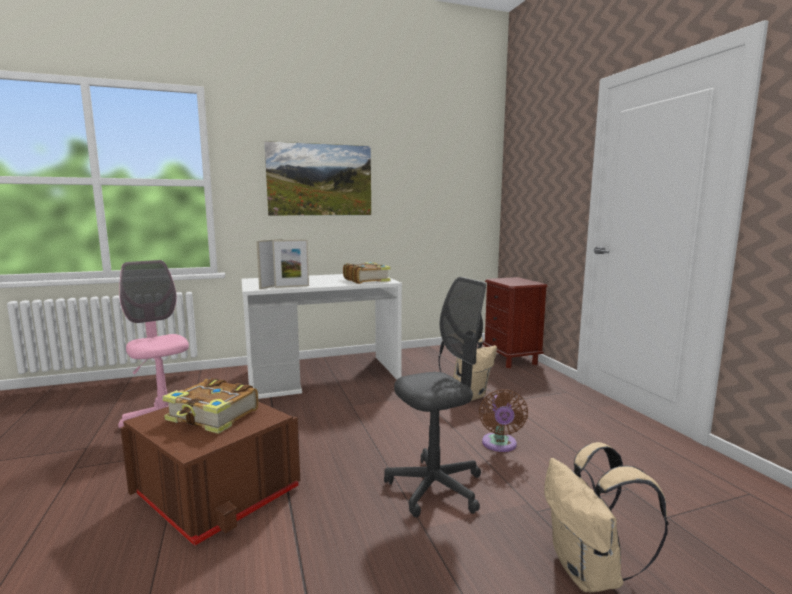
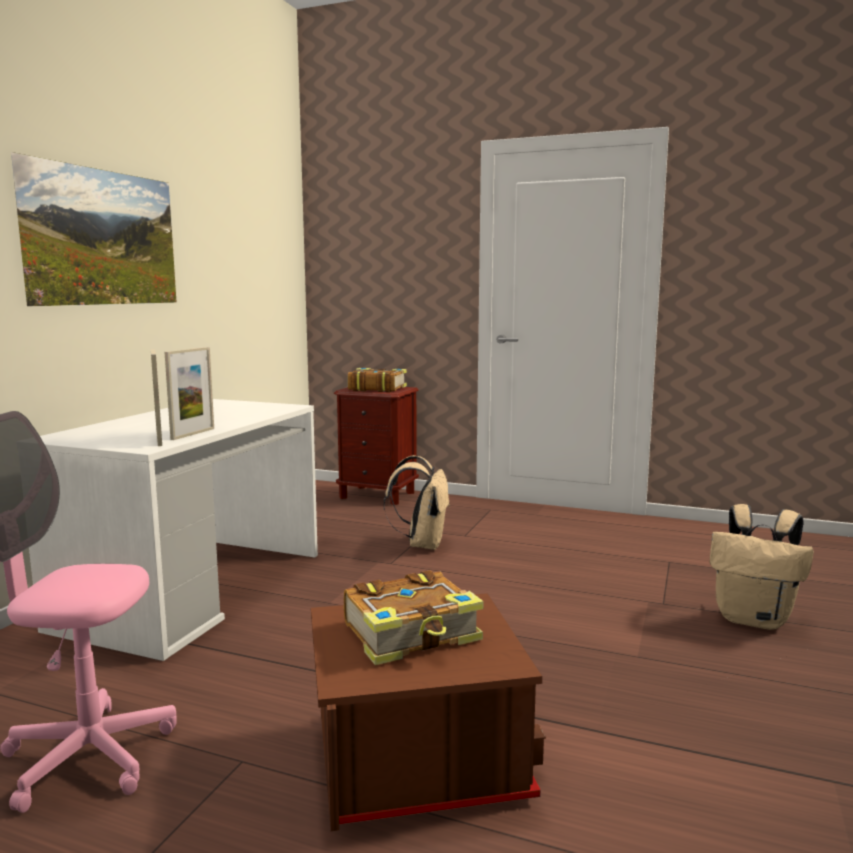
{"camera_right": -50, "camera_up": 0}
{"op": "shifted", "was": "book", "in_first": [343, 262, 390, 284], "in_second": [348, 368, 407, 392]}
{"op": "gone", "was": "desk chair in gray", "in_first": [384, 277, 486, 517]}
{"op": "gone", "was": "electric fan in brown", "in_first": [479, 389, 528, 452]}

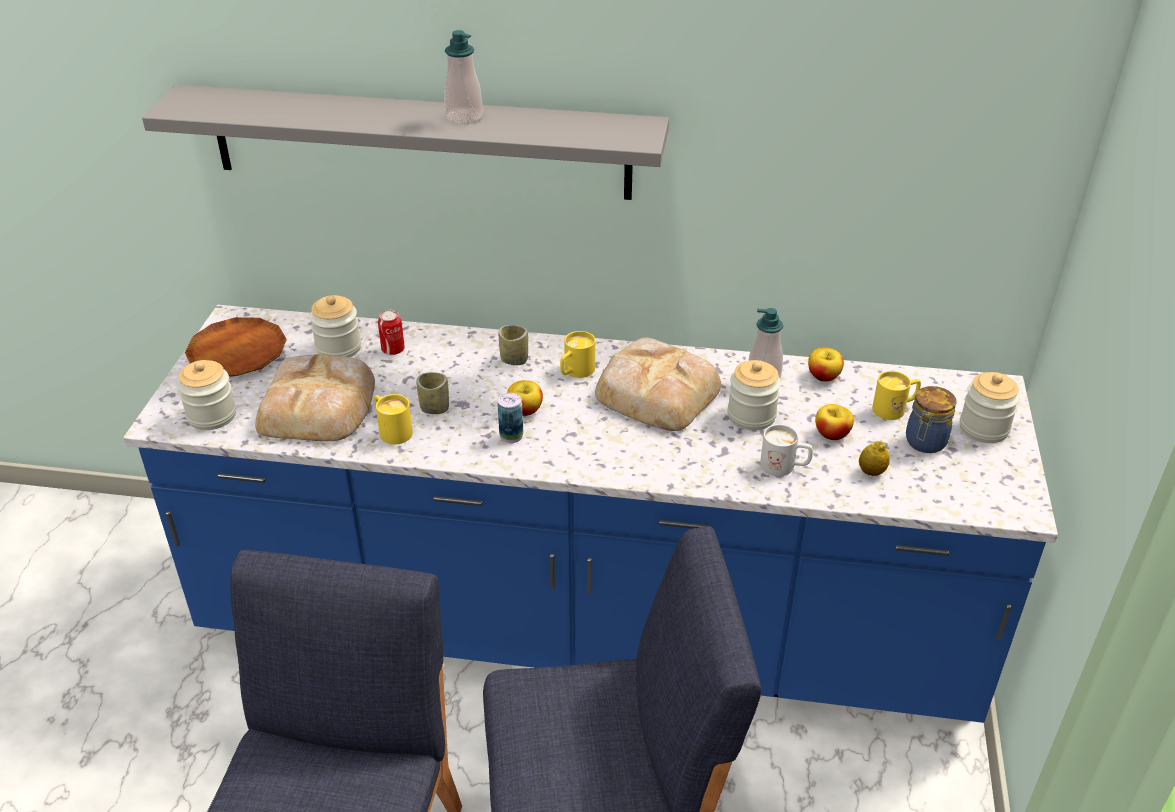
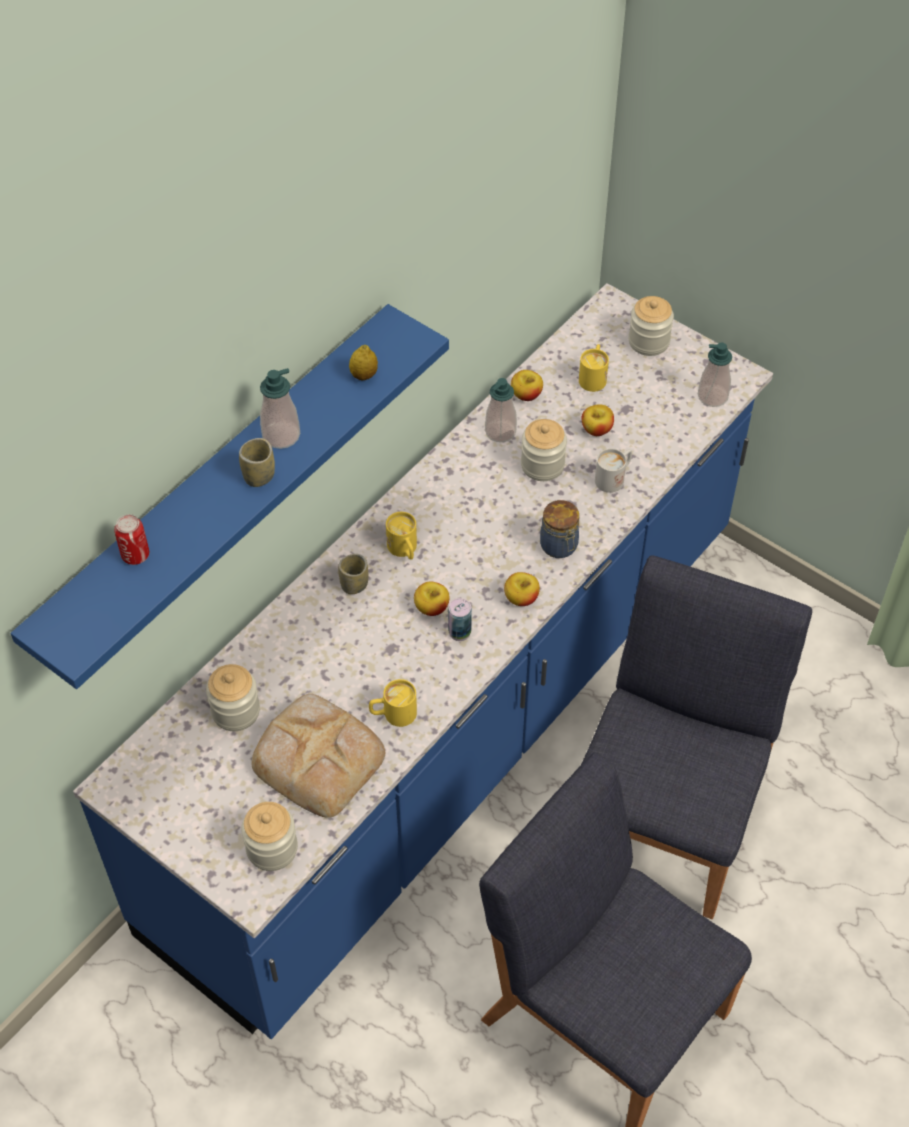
{"camera_right": -60, "camera_up": 15}
{"op": "repainted", "was": "wall shelf in gray", "now": "wall shelf in blue", "in_first": [142, 85, 669, 200], "in_second": [11, 304, 449, 689]}
{"op": "shifted", "was": "metal can", "in_first": [378, 310, 405, 355], "in_second": [114, 514, 150, 565]}
{"op": "shifted", "was": "cup", "in_first": [416, 372, 449, 414], "in_second": [239, 438, 275, 487]}
{"op": "shifted", "was": "lemon", "in_first": [859, 441, 889, 476], "in_second": [349, 345, 378, 380]}
{"op": "new", "now": "whole apple", "in_second": [504, 572, 540, 606]}
{"op": "shifted", "was": "preserve jar", "in_first": [906, 386, 957, 453], "in_second": [540, 500, 579, 558]}
{"op": "new", "now": "soap bottle", "in_second": [698, 343, 732, 407]}
{"op": "gone", "was": "dinner plate in brown", "in_first": [185, 317, 287, 376]}
{"op": "gone", "was": "bakery bread", "in_first": [595, 338, 721, 431]}

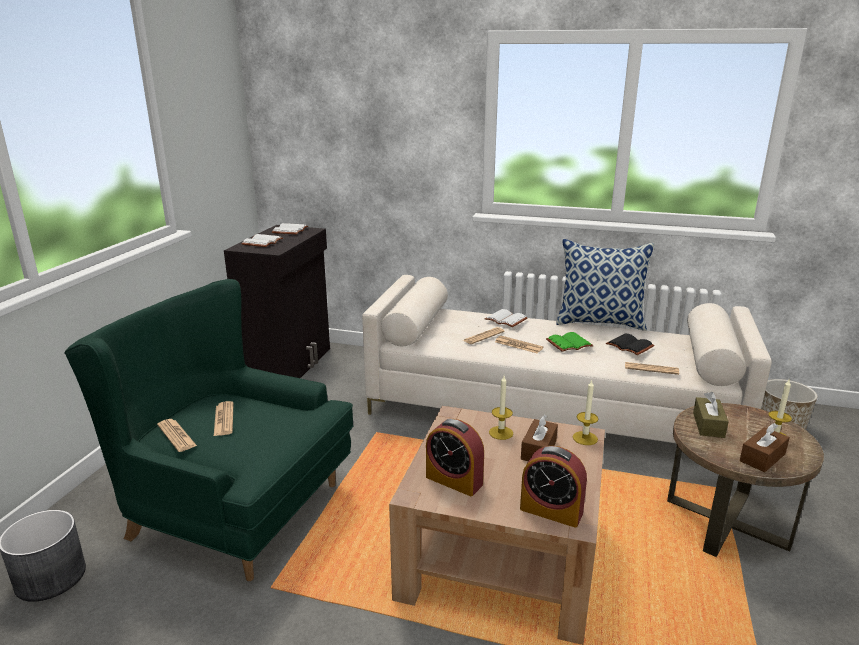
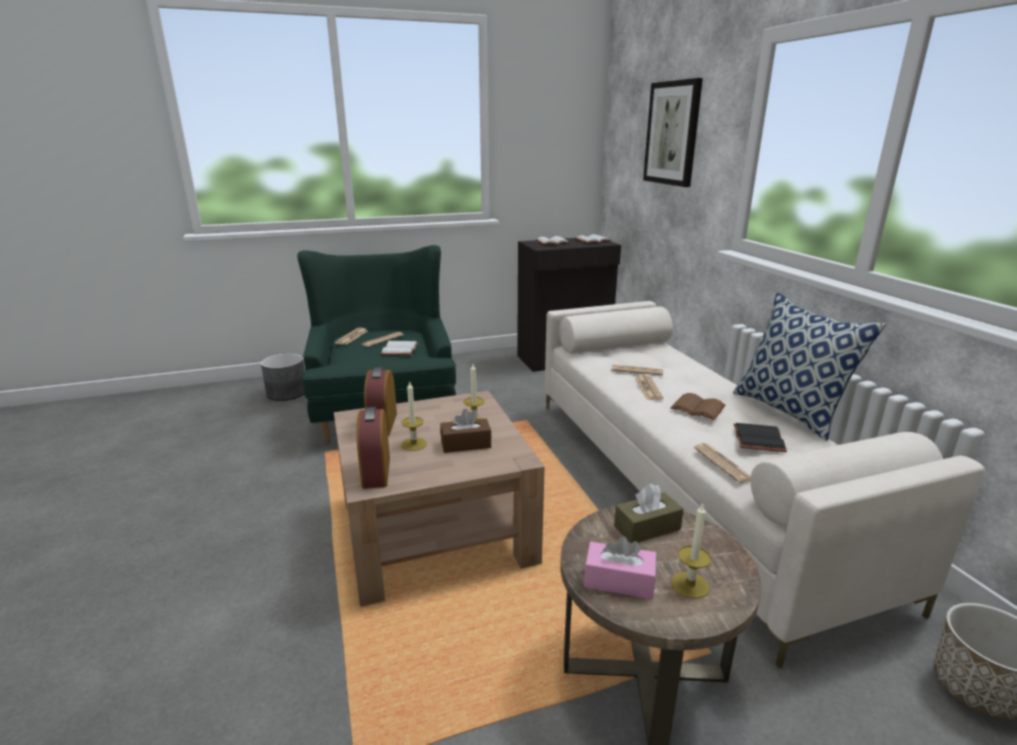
{"camera_right": 55, "camera_up": 0}
{"op": "shifted", "was": "book in white", "in_first": [485, 309, 527, 327], "in_second": [381, 341, 418, 356]}
{"op": "shifted", "was": "wax candle", "in_first": [573, 379, 598, 445], "in_second": [401, 381, 427, 451]}
{"op": "repainted", "was": "tissue box in brown", "now": "tissue box in pink", "in_first": [740, 423, 790, 472], "in_second": [584, 536, 656, 599]}
{"op": "new", "now": "wall picture", "in_second": [643, 78, 703, 187]}
{"op": "repainted", "was": "book in green", "now": "book in brown", "in_first": [546, 332, 594, 352], "in_second": [670, 393, 726, 420]}

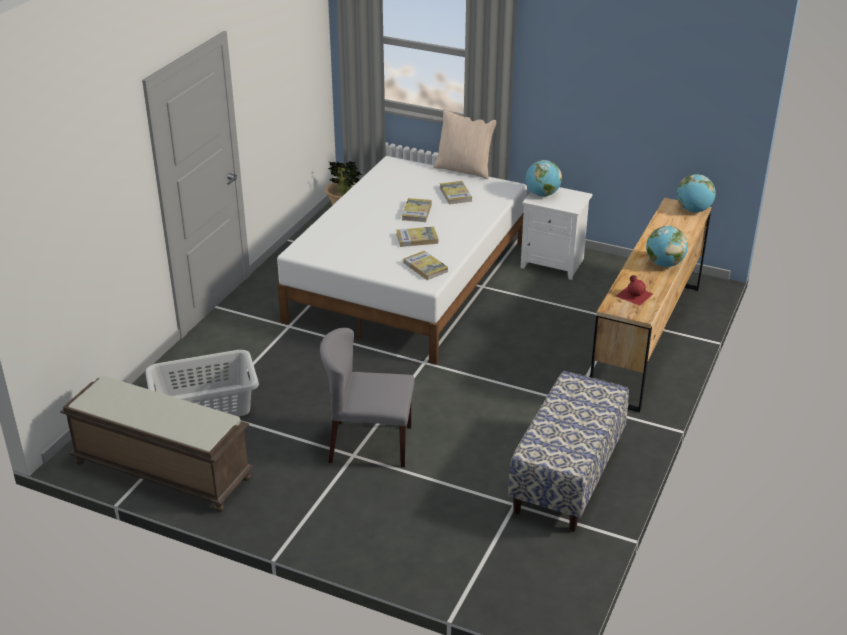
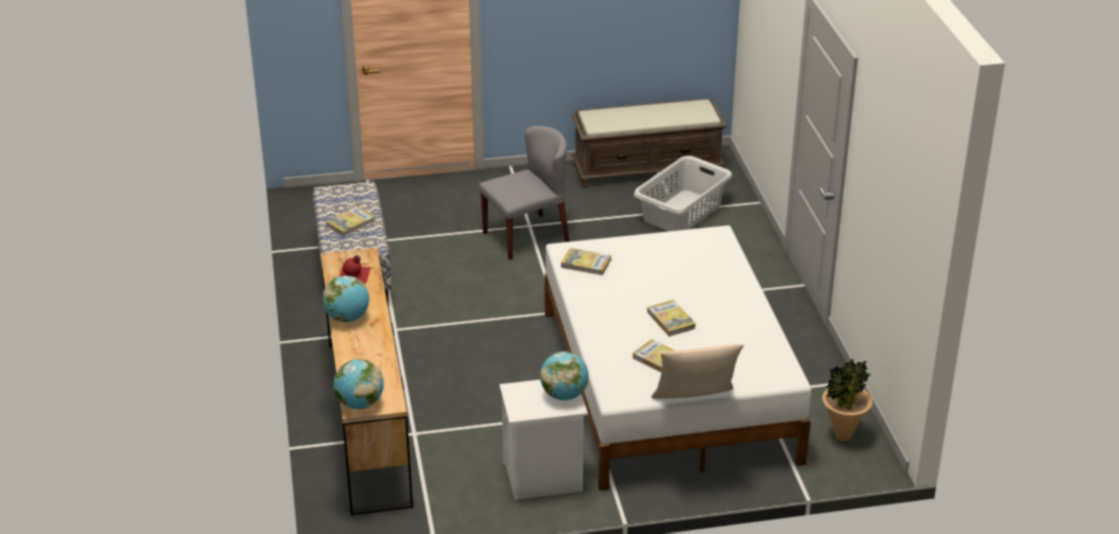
{"camera_right": 145, "camera_up": 0}
{"op": "shifted", "was": "book", "in_first": [396, 227, 438, 247], "in_second": [326, 206, 375, 237]}

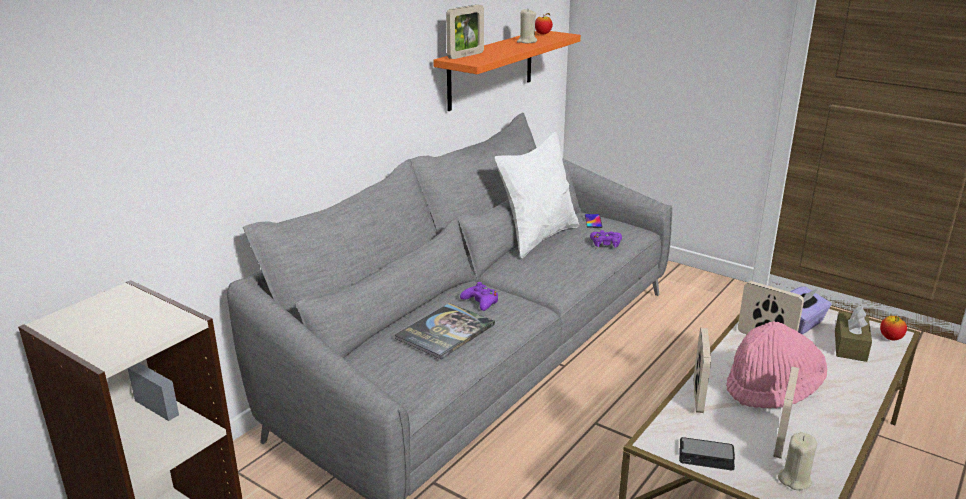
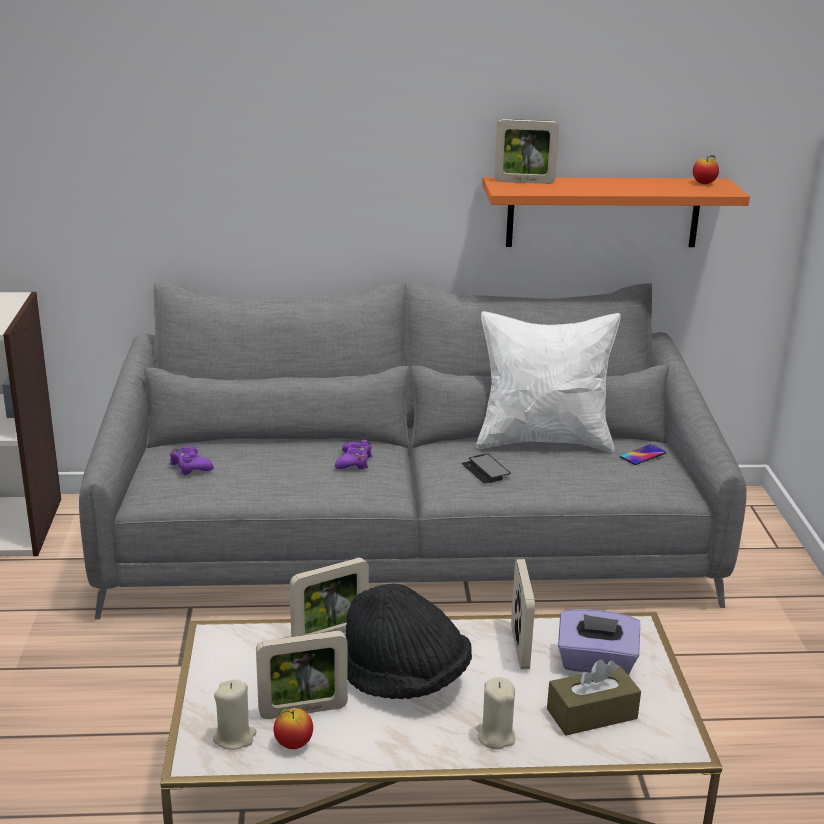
{"camera_right": 50, "camera_up": 0}
{"op": "shifted", "was": "joypad in purplish", "in_first": [590, 230, 622, 248], "in_second": [170, 446, 214, 475]}
{"op": "shifted", "was": "whole apple", "in_first": [880, 316, 907, 340], "in_second": [273, 708, 313, 749]}
{"op": "repainted", "was": "clothing hat in pink", "now": "clothing hat in blackish", "in_first": [726, 321, 827, 408], "in_second": [346, 583, 472, 699]}
{"op": "shifted", "was": "phone", "in_first": [679, 437, 735, 470], "in_second": [462, 454, 511, 484]}
{"op": "shifted", "was": "wax candle in beige-coloured", "in_first": [517, 9, 537, 43], "in_second": [476, 677, 515, 749]}
{"op": "gone", "was": "book", "in_first": [394, 303, 495, 359]}

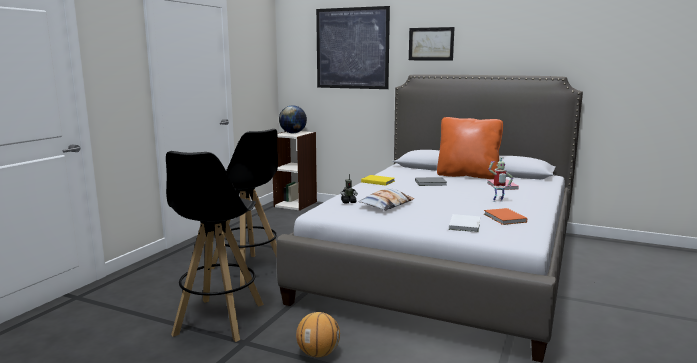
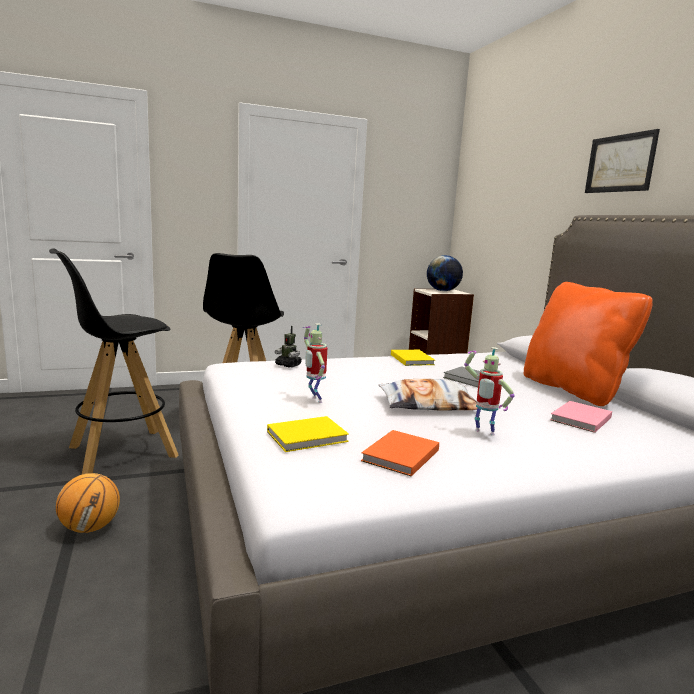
{"camera_right": 45, "camera_up": 0}
{"op": "repainted", "was": "book in white", "now": "book in yellowish", "in_first": [449, 214, 480, 232], "in_second": [267, 416, 349, 452]}
{"op": "new", "now": "toy robot", "in_second": [303, 323, 327, 403]}
{"op": "shifted", "was": "throw pillow", "in_first": [358, 188, 414, 211], "in_second": [378, 379, 477, 411]}
{"op": "gone", "was": "wall picture", "in_first": [316, 6, 390, 89]}

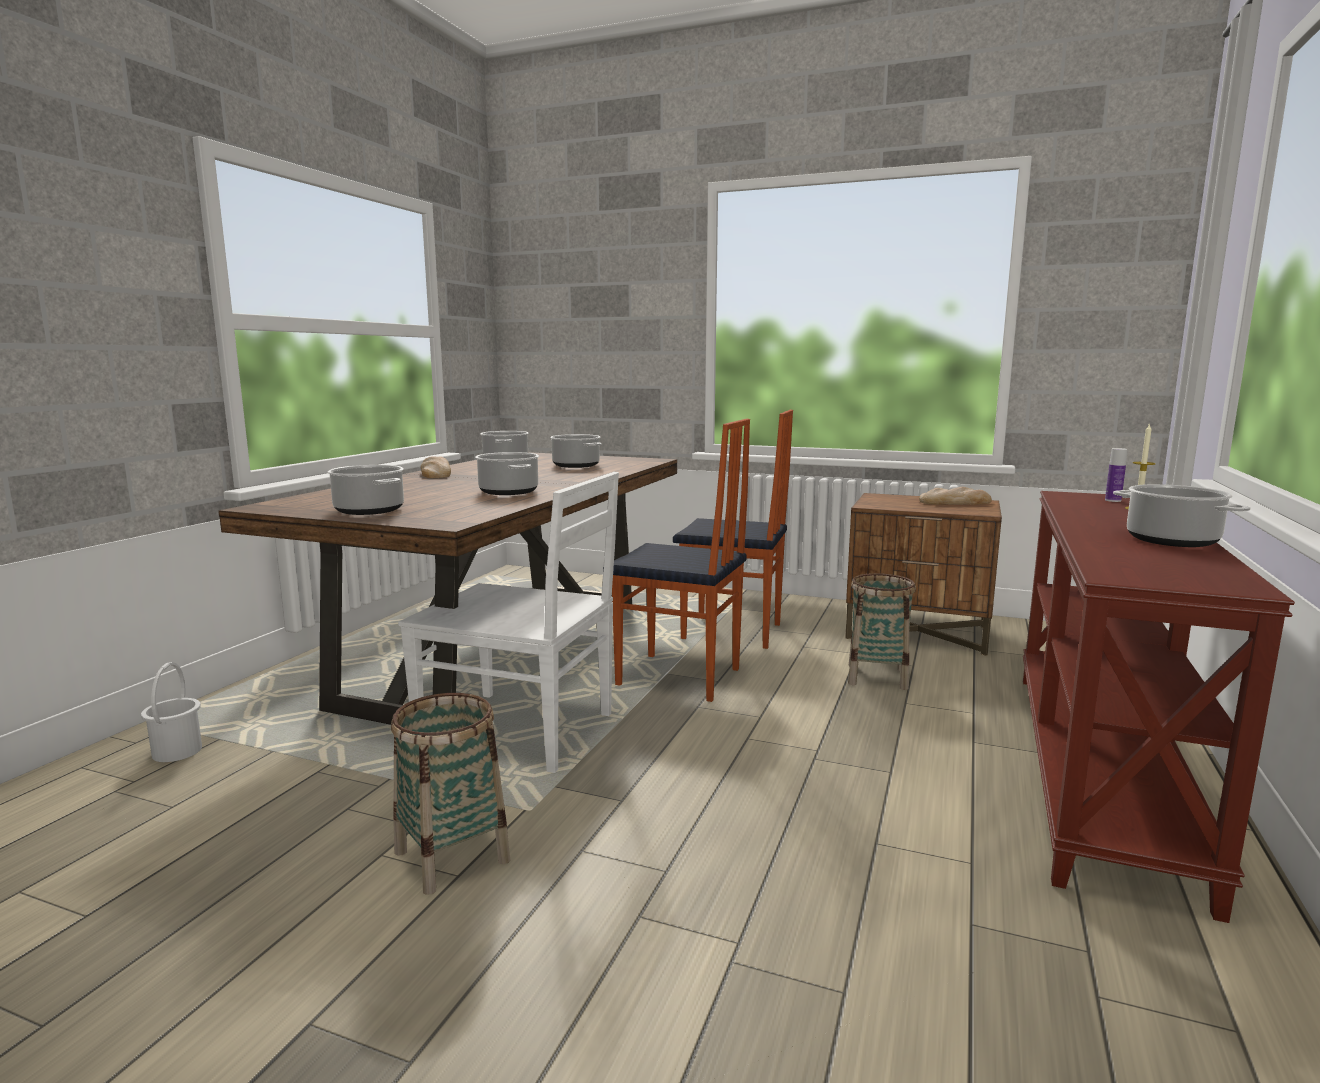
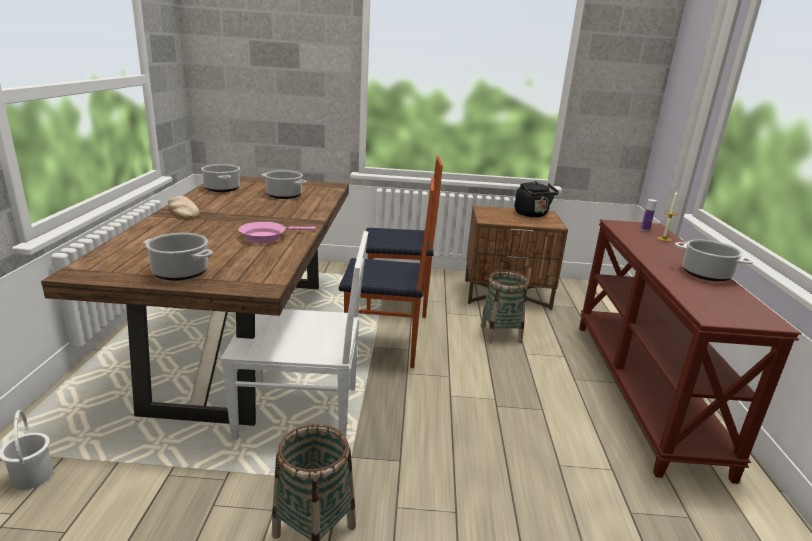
{"camera_right": -20, "camera_up": 10}
{"op": "swapped", "was": "cooking pot", "now": "pan in pink", "in_first": [475, 452, 539, 495], "in_second": [238, 222, 316, 244]}
{"op": "swapped", "was": "bakery bread", "now": "kettle in blackish", "in_first": [919, 487, 992, 505], "in_second": [515, 181, 559, 217]}

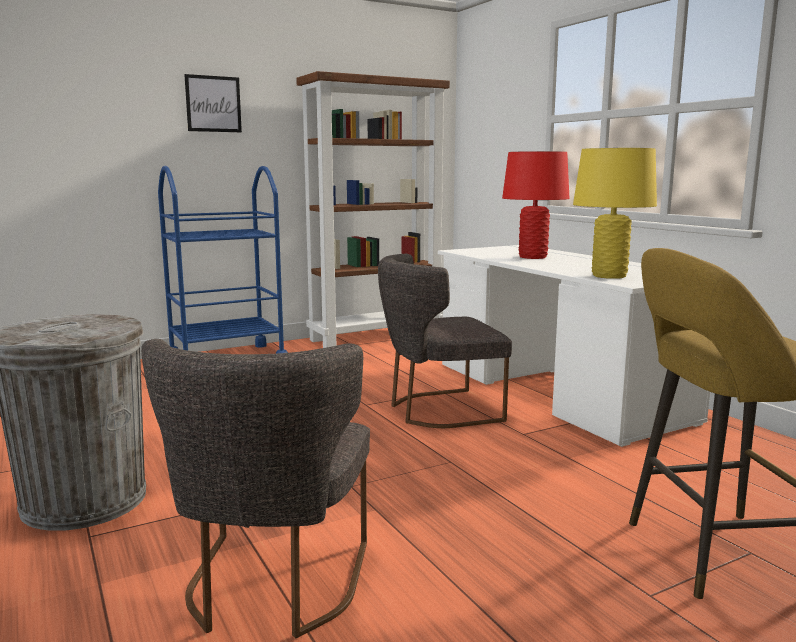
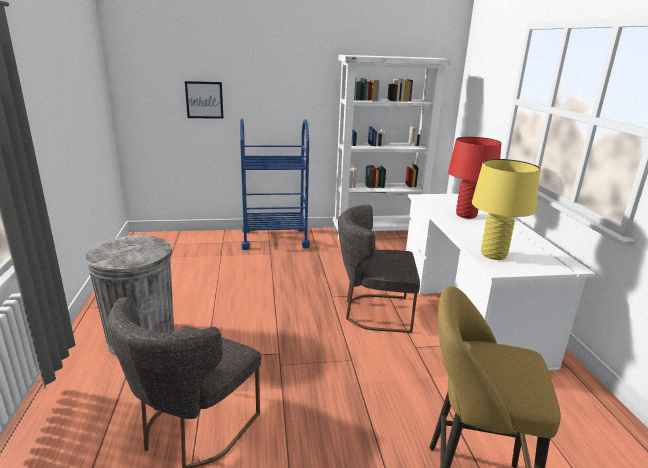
{"camera_right": 20, "camera_up": 10}
{"op": "shifted", "was": "wall picture", "in_first": [184, 74, 242, 132], "in_second": [185, 81, 224, 119]}
{"op": "repainted", "was": "shelving unit in brown", "now": "shelving unit in white", "in_first": [296, 71, 450, 348], "in_second": [333, 55, 451, 241]}

